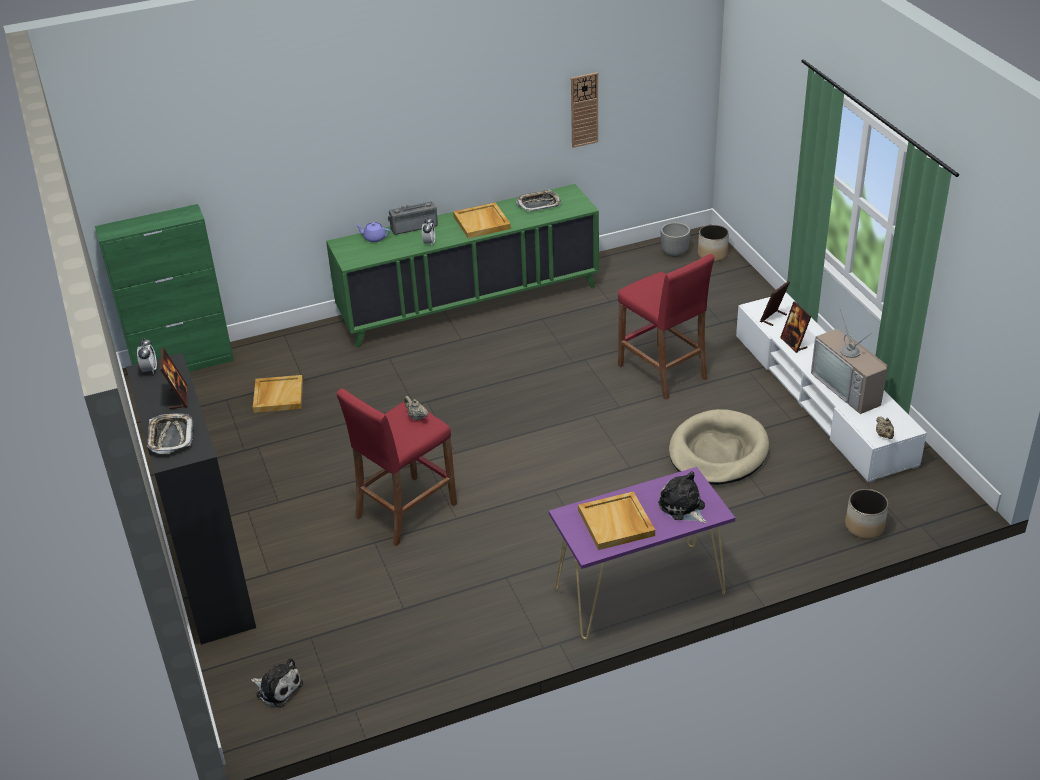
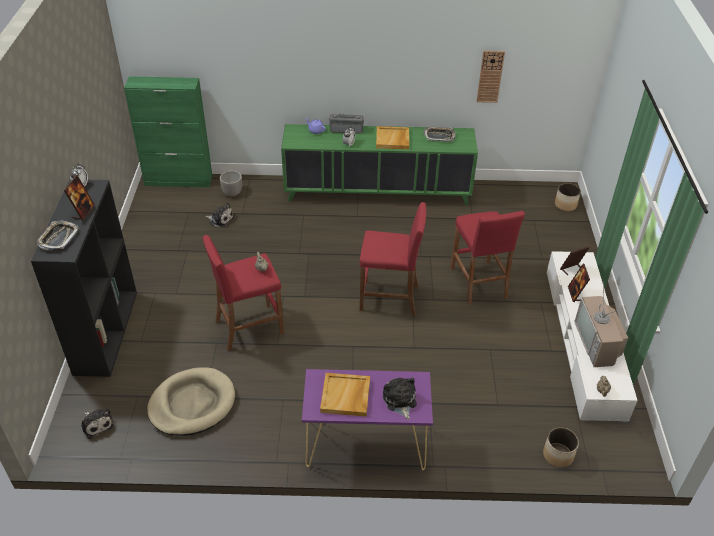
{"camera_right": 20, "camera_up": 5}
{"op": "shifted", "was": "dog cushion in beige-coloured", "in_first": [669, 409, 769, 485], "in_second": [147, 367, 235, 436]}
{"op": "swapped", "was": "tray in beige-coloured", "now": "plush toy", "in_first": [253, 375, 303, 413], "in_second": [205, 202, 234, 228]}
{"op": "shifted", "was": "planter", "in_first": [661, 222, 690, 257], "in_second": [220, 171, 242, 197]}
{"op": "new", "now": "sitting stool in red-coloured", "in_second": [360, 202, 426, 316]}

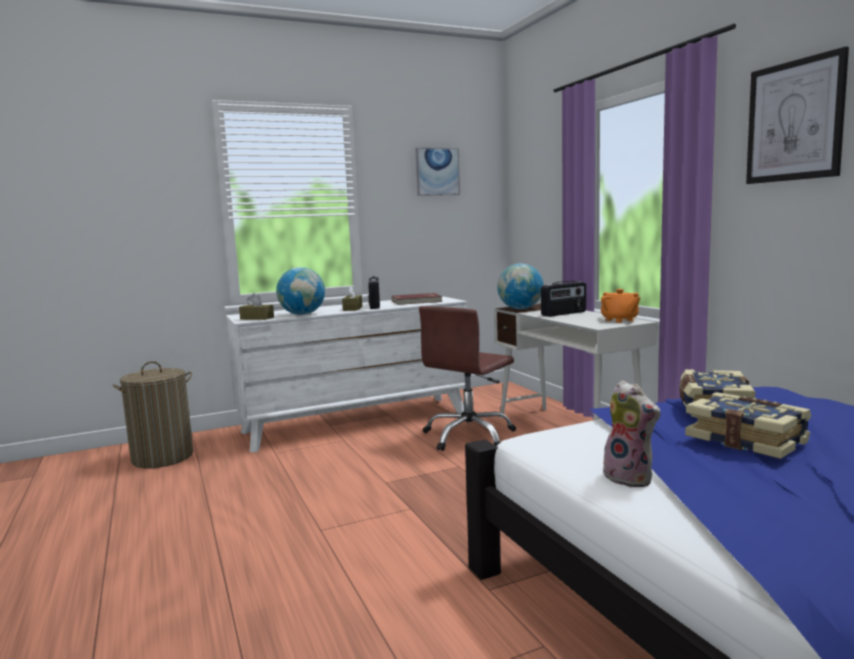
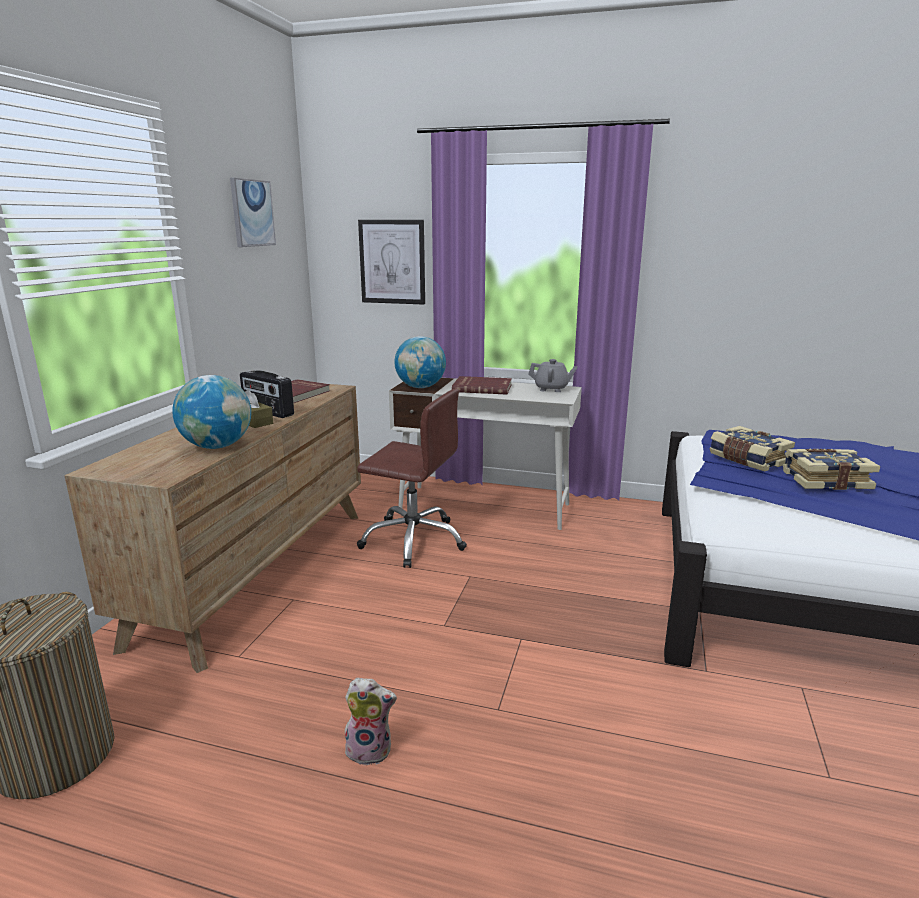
{"camera_right": -50, "camera_up": 10}
{"op": "repainted", "was": "chest of drawers in white", "now": "chest of drawers in brown", "in_first": [226, 296, 468, 452], "in_second": [64, 384, 361, 673]}
{"op": "shifted", "was": "plush toy", "in_first": [601, 380, 660, 488], "in_second": [343, 678, 397, 765]}
{"op": "rotated", "was": "desk chair in brown", "in_first": [419, 306, 516, 451], "in_second": [357, 388, 467, 568], "clockwise": -60}
{"op": "shifted", "was": "wall picture", "in_first": [746, 46, 849, 184], "in_second": [358, 220, 425, 305]}
{"op": "swapped", "was": "radio receiver", "now": "book in red-coloured", "in_first": [541, 281, 586, 317], "in_second": [452, 376, 512, 394]}
{"op": "repainted", "was": "teapot in orangey", "now": "teapot in gray", "in_first": [601, 289, 640, 323], "in_second": [528, 359, 578, 392]}
{"op": "gone", "was": "tissue box in brown", "in_first": [239, 293, 274, 320]}

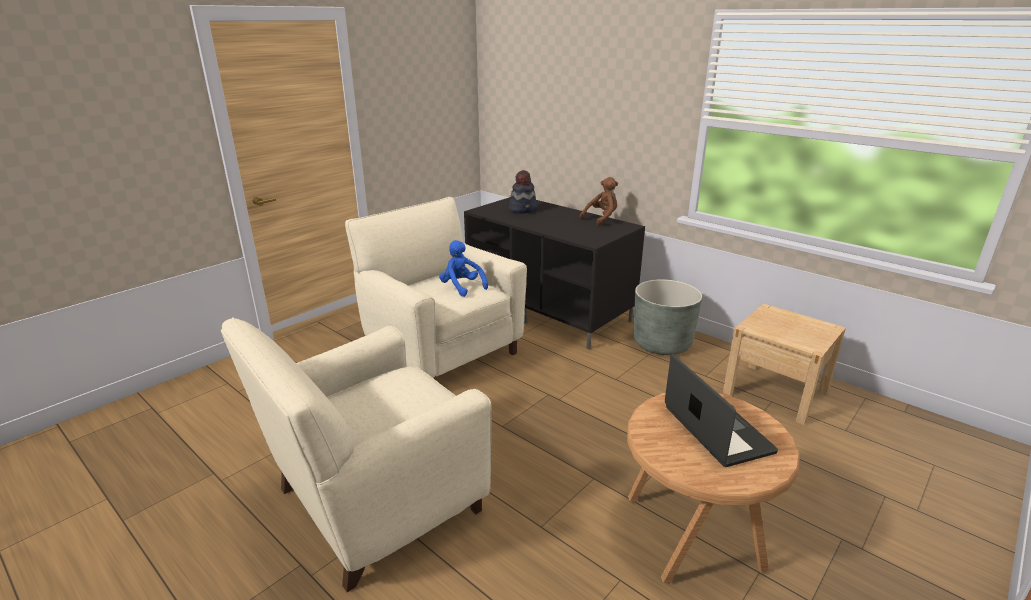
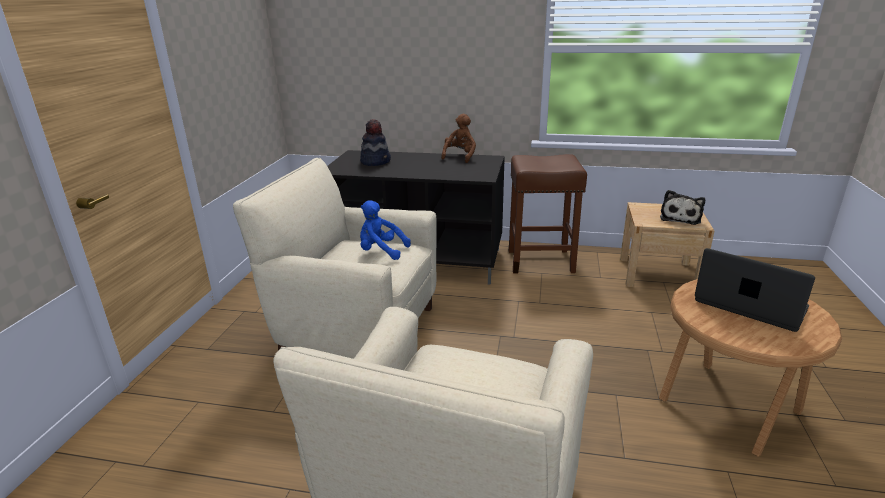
{"camera_right": -30, "camera_up": 0}
{"op": "swapped", "was": "planter in gray", "now": "sitting stool in brown", "in_first": [633, 279, 702, 355], "in_second": [509, 154, 587, 274]}
{"op": "new", "now": "plush toy", "in_second": [660, 190, 705, 225]}

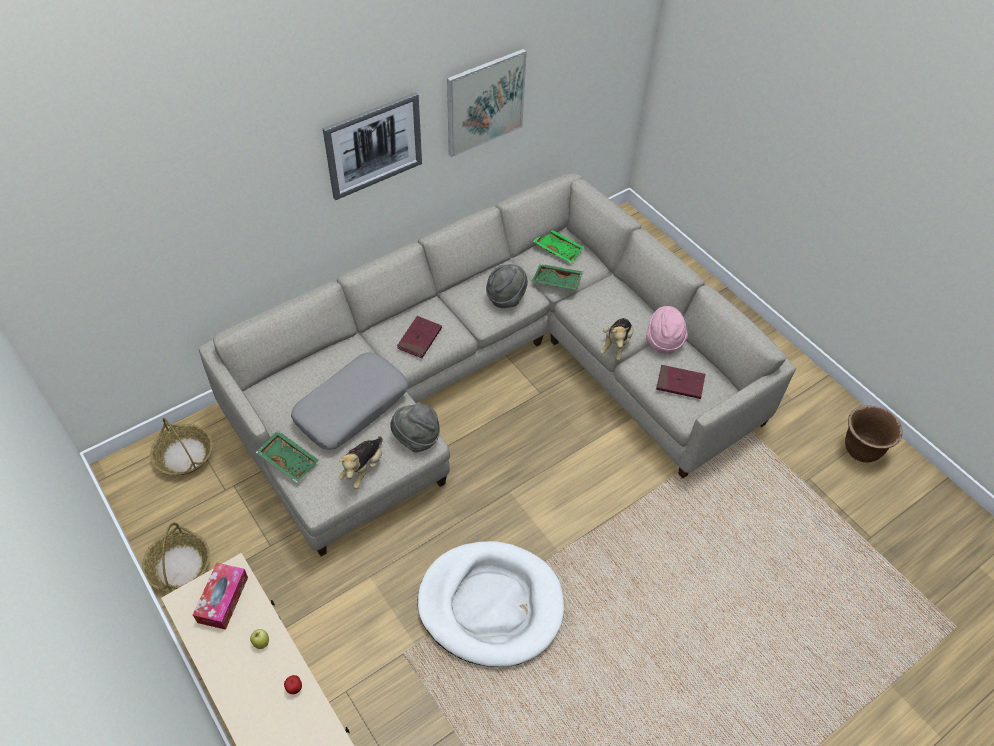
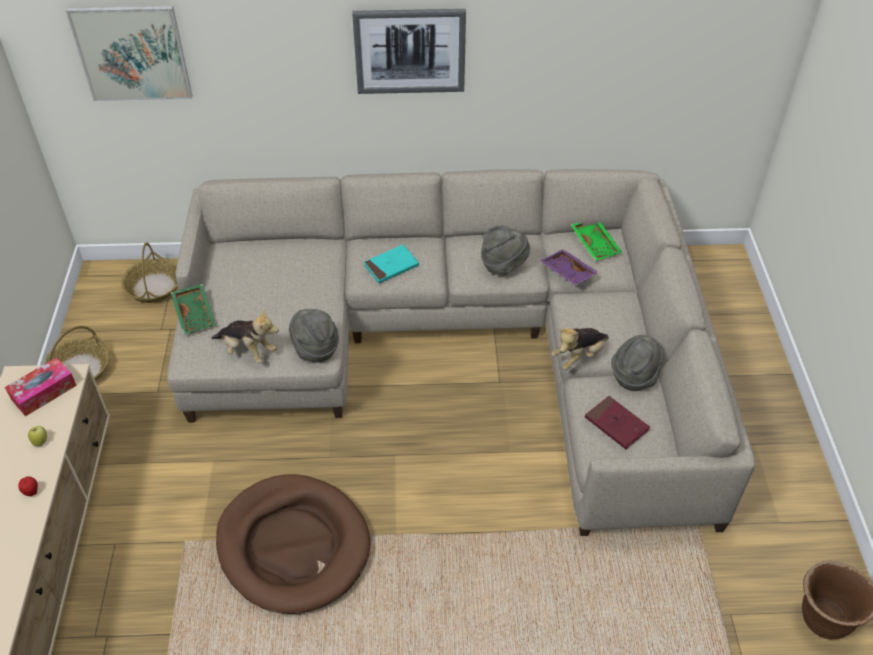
{"camera_right": 35, "camera_up": -5}
{"op": "shifted", "was": "wall picture", "in_first": [447, 49, 527, 157], "in_second": [66, 6, 193, 101]}
{"op": "rotated", "was": "plush toy", "in_first": [339, 436, 382, 489], "in_second": [211, 308, 279, 363], "clockwise": -120}
{"op": "repainted", "was": "dog cushion in white", "now": "dog cushion in brown", "in_first": [418, 541, 564, 667], "in_second": [216, 474, 371, 614]}
{"op": "repainted", "was": "book in red-coloured", "now": "book in blue-green", "in_first": [397, 316, 442, 358], "in_second": [363, 245, 419, 284]}
{"op": "repainted", "was": "tray in green", "now": "tray in purplish", "in_first": [532, 264, 583, 290], "in_second": [540, 249, 599, 285]}
{"op": "repainted", "was": "clothing hat in pink", "now": "clothing hat in gray", "in_first": [646, 306, 688, 354], "in_second": [611, 335, 662, 391]}
{"op": "gone", "was": "throw pillow in gray", "in_first": [291, 352, 408, 450]}

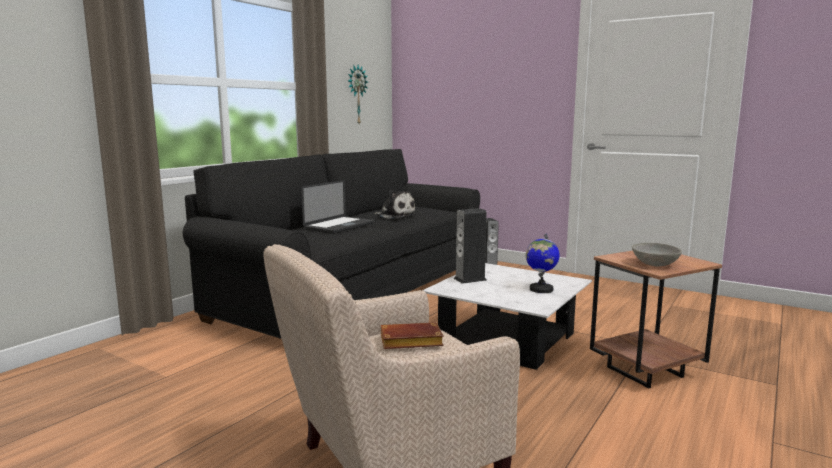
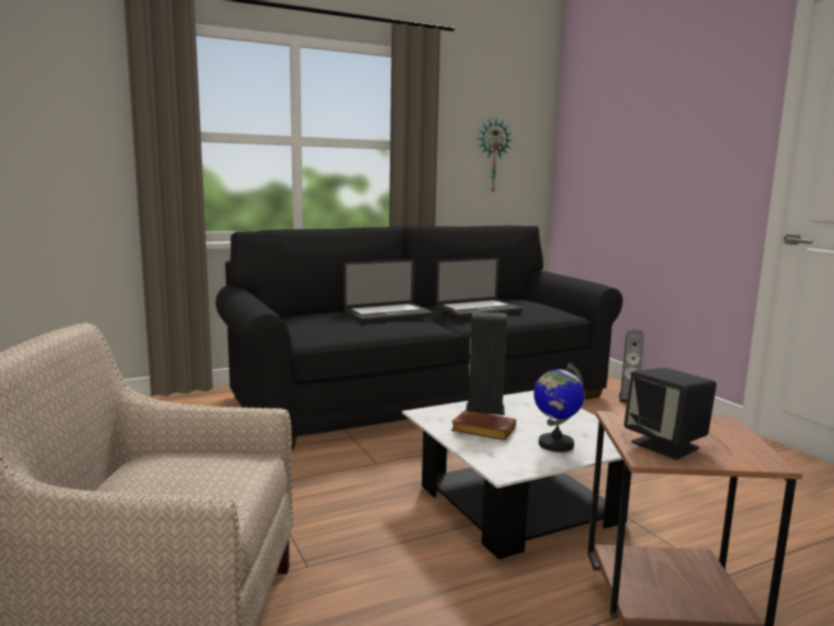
{"camera_right": 30, "camera_up": 0}
{"op": "swapped", "was": "plush toy", "now": "notebook computer", "in_first": [374, 190, 416, 219], "in_second": [436, 257, 522, 318]}
{"op": "shifted", "was": "book in brown", "in_first": [381, 322, 444, 349], "in_second": [451, 411, 516, 440]}
{"op": "swapped", "was": "serving bowl in gray", "now": "loudspeaker in blackish", "in_first": [632, 243, 682, 267], "in_second": [624, 368, 717, 460]}

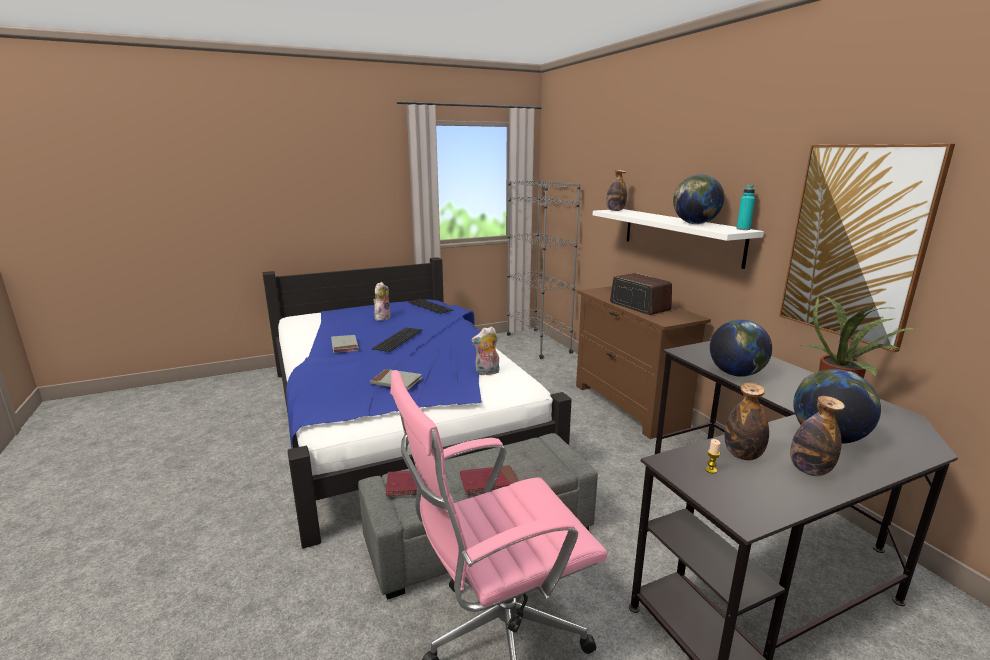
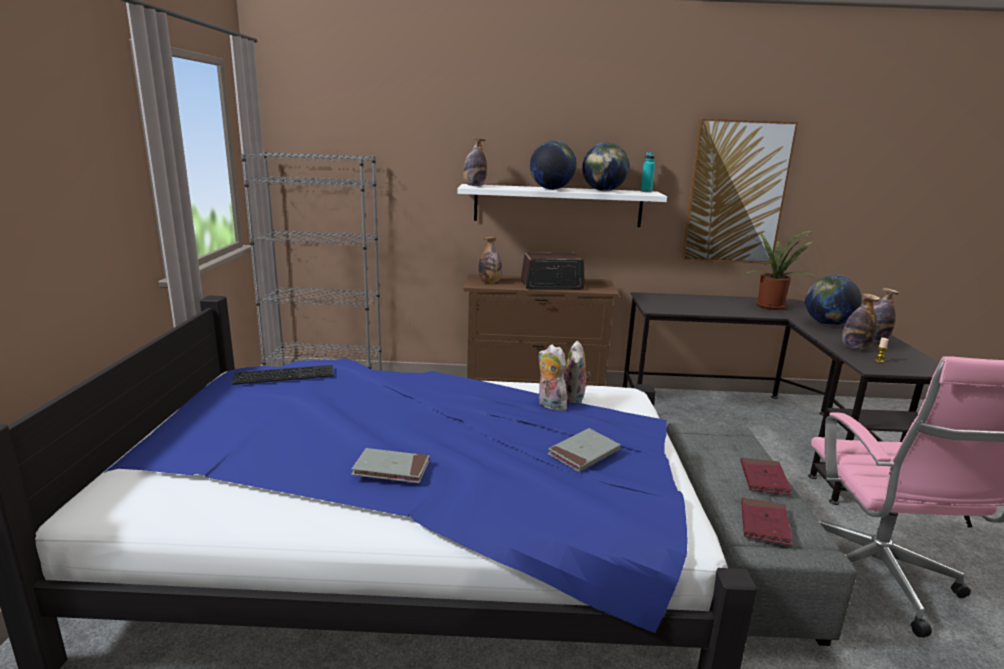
{"camera_right": -65, "camera_up": 0}
{"op": "new", "now": "drink bottle", "in_second": [479, 237, 502, 283]}
{"op": "shifted", "was": "globe", "in_first": [710, 319, 772, 377], "in_second": [530, 141, 577, 190]}
{"op": "shifted", "was": "plush toy", "in_first": [373, 282, 391, 321], "in_second": [538, 344, 568, 411]}
{"op": "gone", "was": "keyboard", "in_first": [372, 328, 422, 352]}

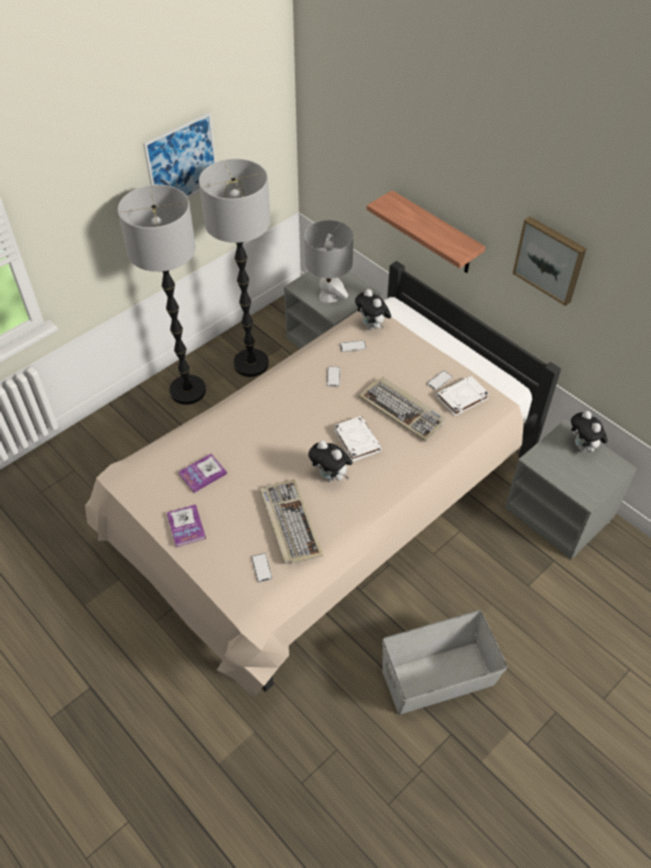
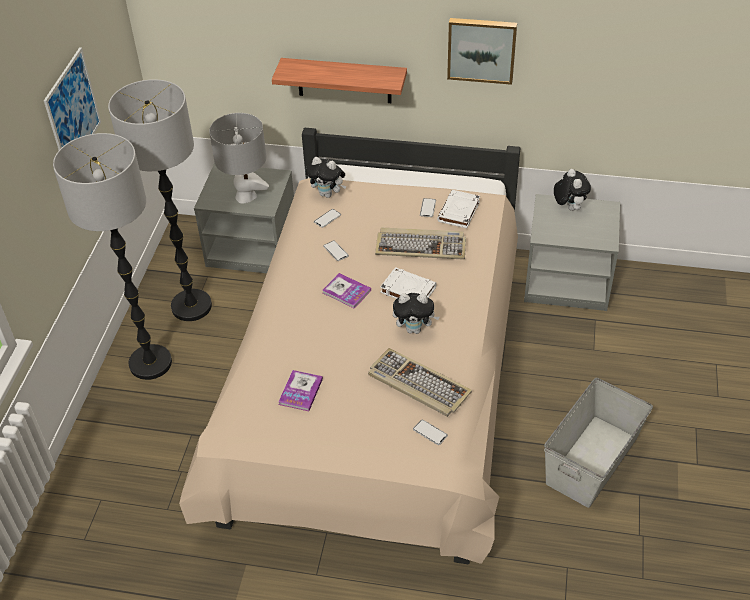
{"camera_right": -35, "camera_up": -5}
{"op": "shifted", "was": "book", "in_first": [166, 504, 206, 547], "in_second": [322, 273, 371, 309]}
{"op": "rotated", "was": "plush toy", "in_first": [571, 411, 608, 454], "in_second": [554, 169, 591, 211], "clockwise": -135}

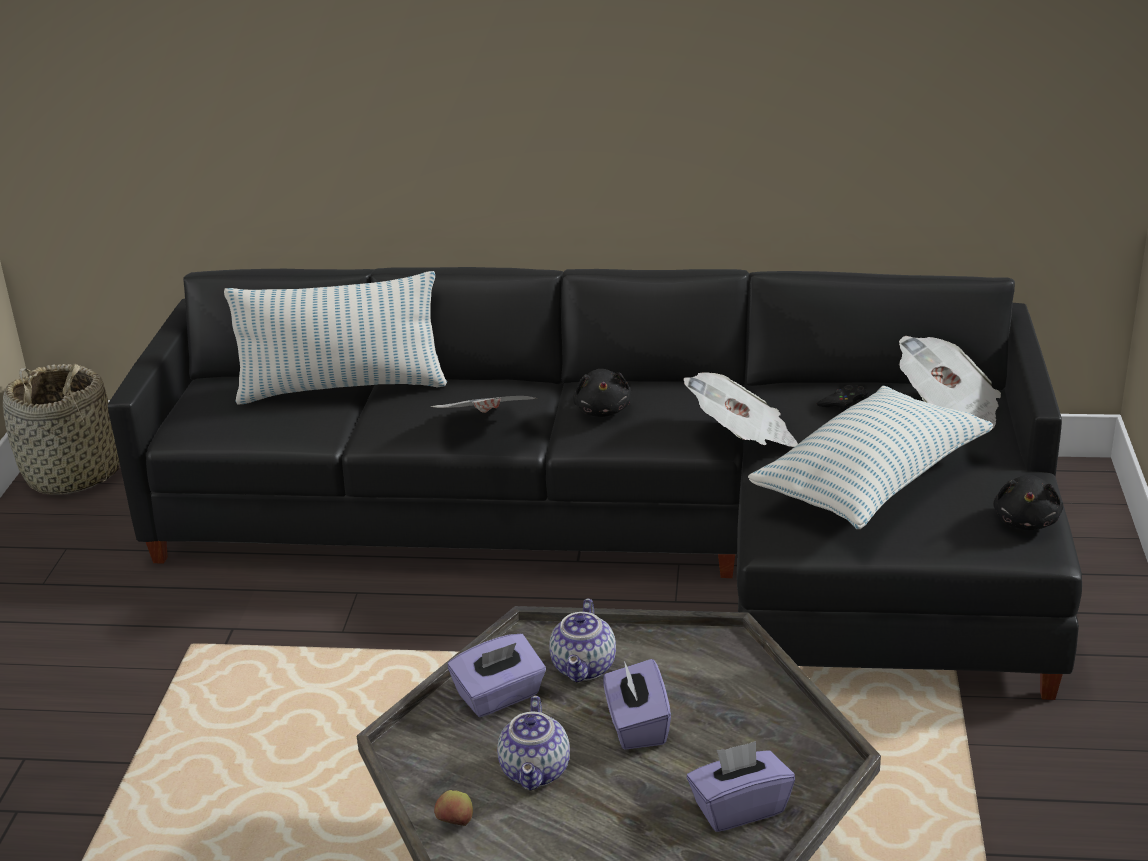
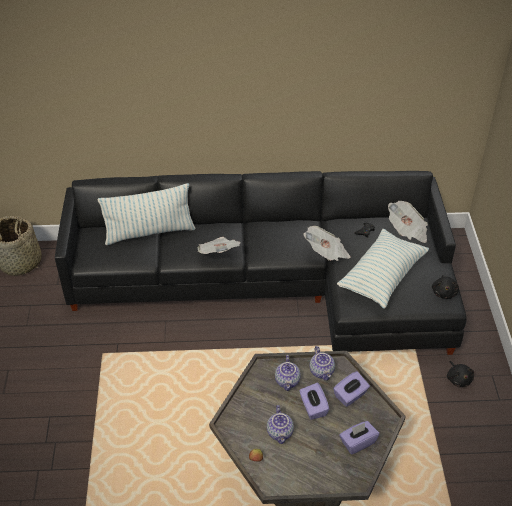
{"camera_right": -10, "camera_up": 15}
{"op": "new", "now": "teapot", "in_second": [310, 346, 335, 381]}
{"op": "shifted", "was": "tissue box in purplish", "in_first": [448, 634, 546, 717], "in_second": [333, 371, 370, 407]}
{"op": "shifted", "was": "plush toy in blackish", "in_first": [572, 369, 631, 417], "in_second": [447, 361, 474, 387]}

